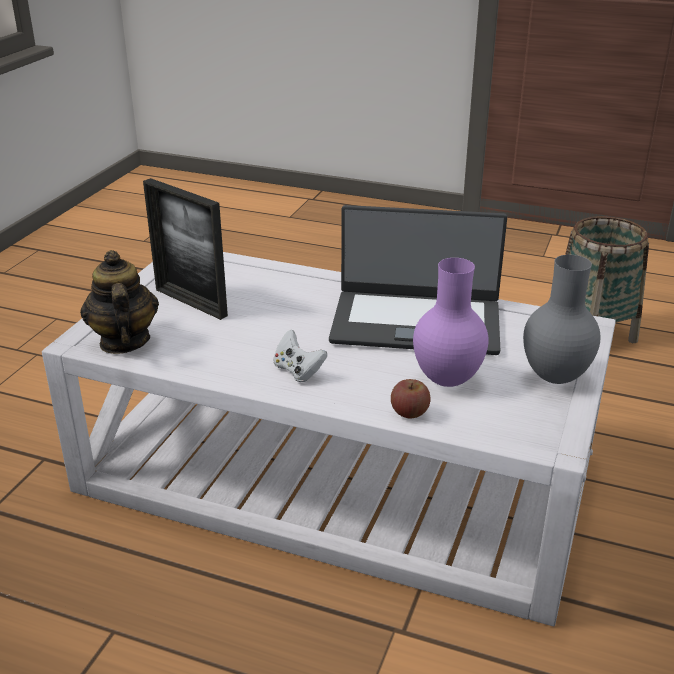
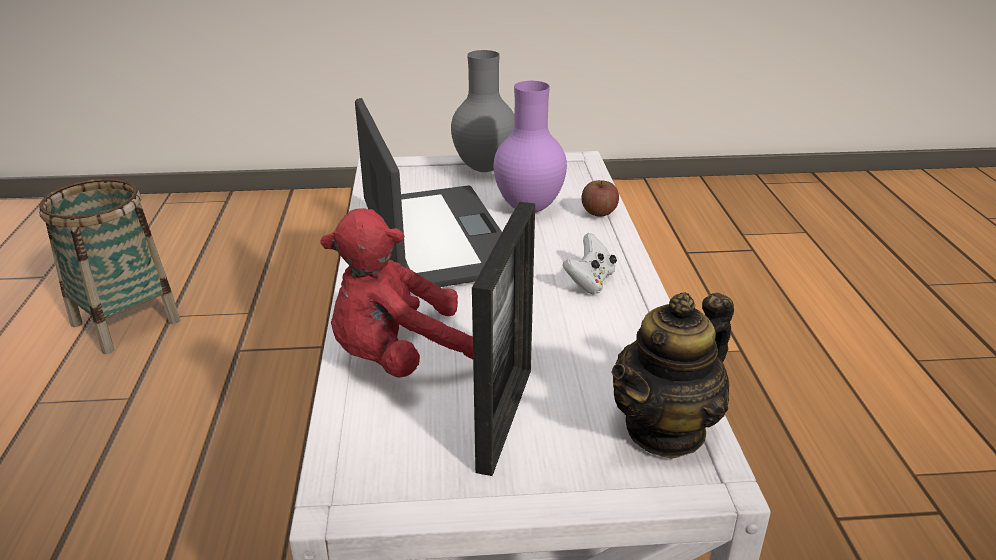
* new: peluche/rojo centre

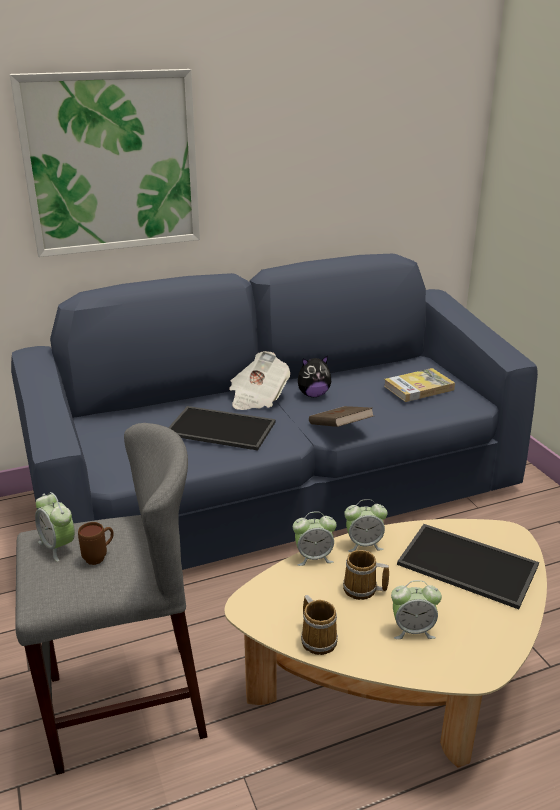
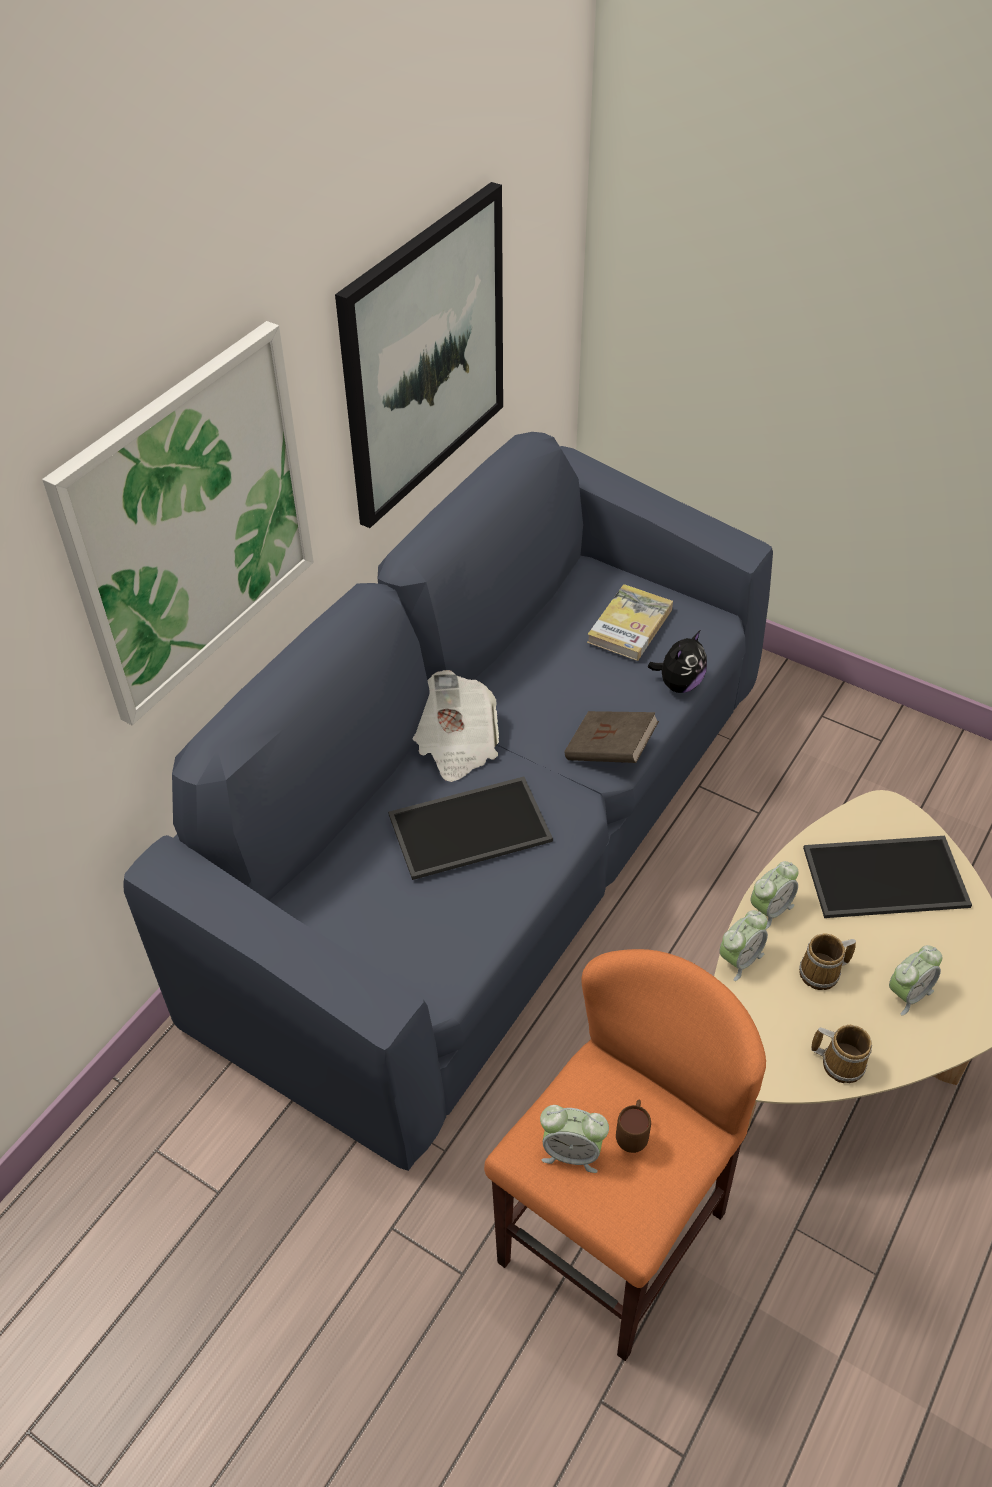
* shifted: peluche centre to middle right
* repainted: taburete/gris bottom left to taburete/naranja bottom centre
* new: cuadro (no. 2 from left) top centre

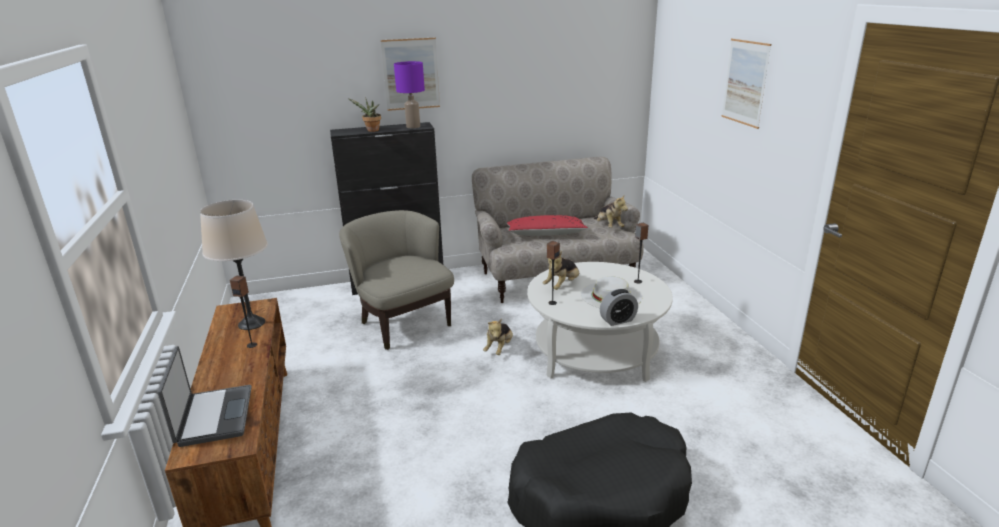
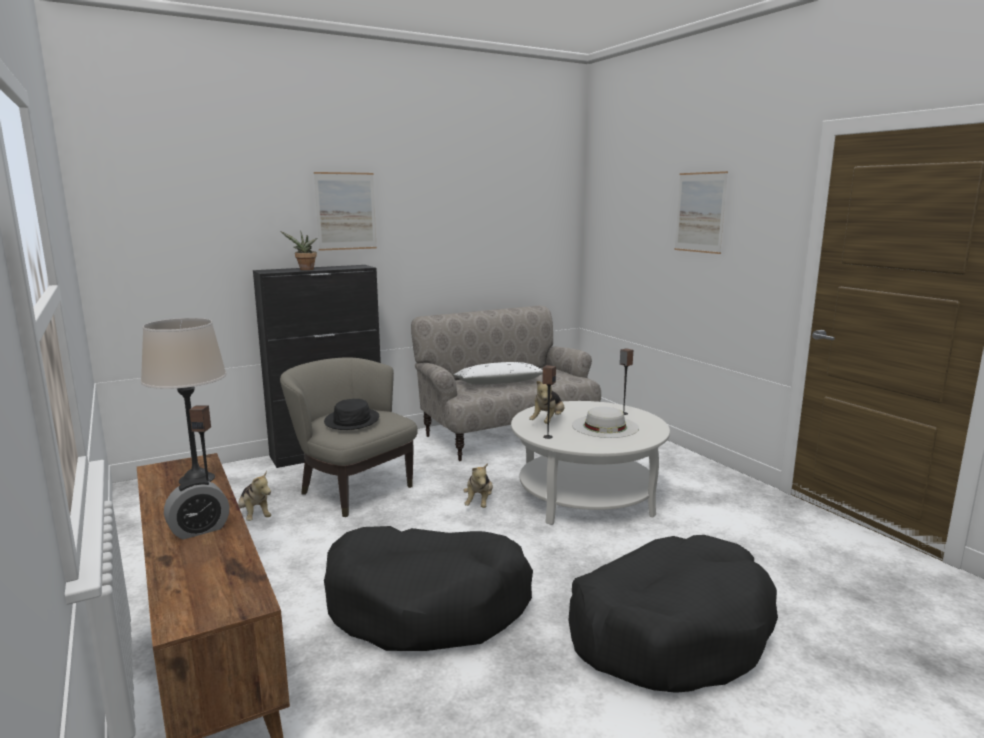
* gone: lámpara de mesa/morado top centre
* shifted: peluche (no. 3 from left in the first image) centre to peluche (no. 1 from left) bottom left
* repainted: cojín/rojo centre to cojín/blanco centre
* shifted: despertador centre to bottom left
* gone: portátil bottom left
* new: sombrero/negro centre
* new: cama para perro/negro (no. 1 from left) bottom centre

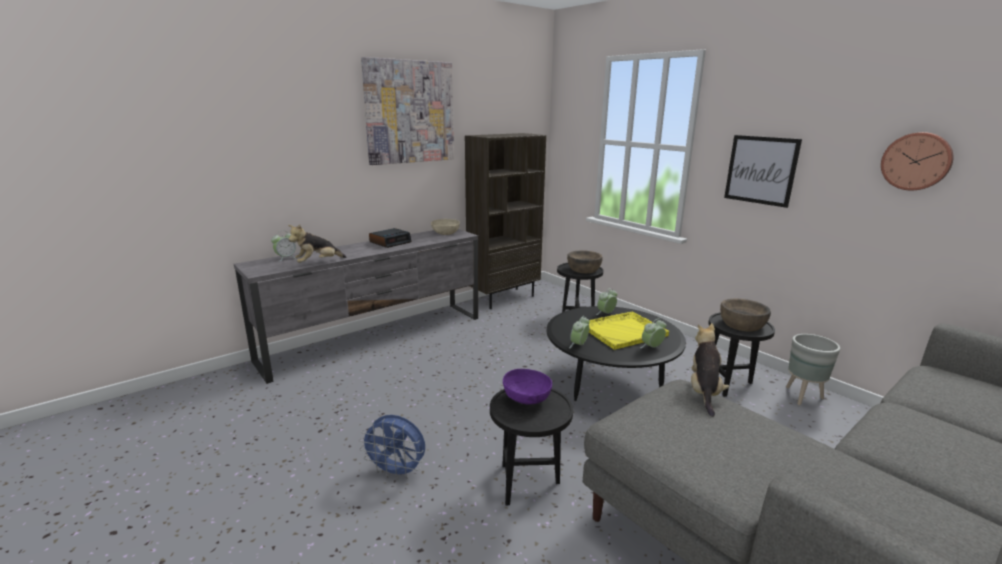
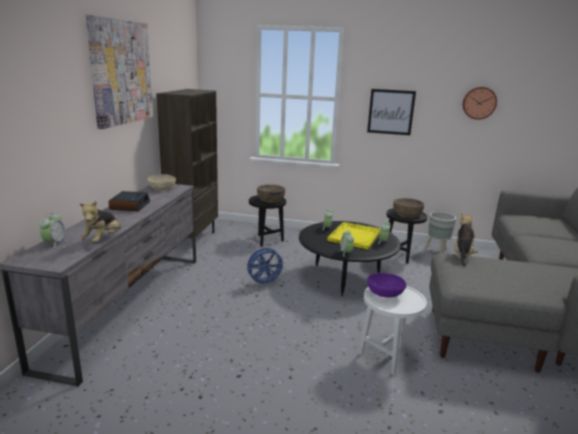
* rotated: peluche (no. 2 from left) middle right = middle right 45 degrees clockwise
* repainted: mesa auxiliar/negro (no. 1 from left) bottom centre to mesa auxiliar/blanco bottom right
* shifted: ventilador/azul bottom centre to centre

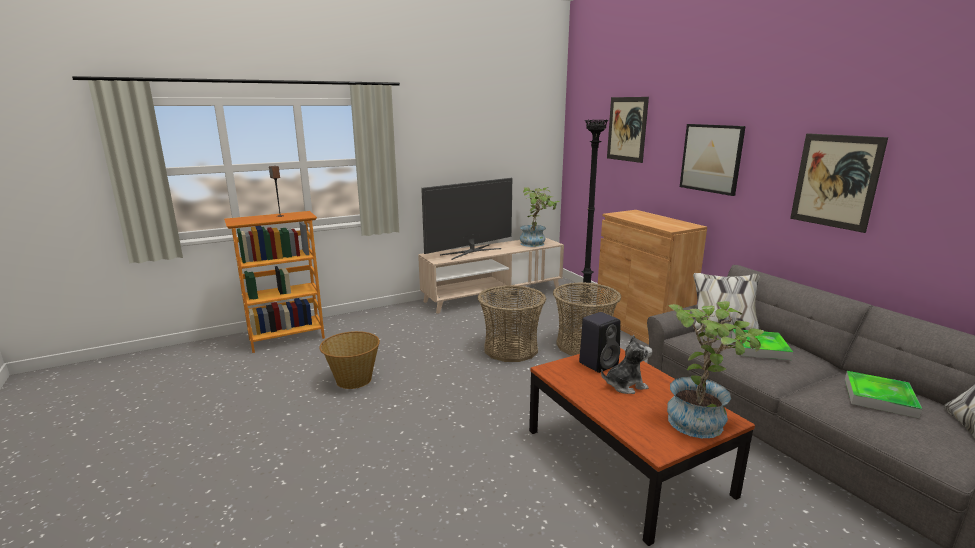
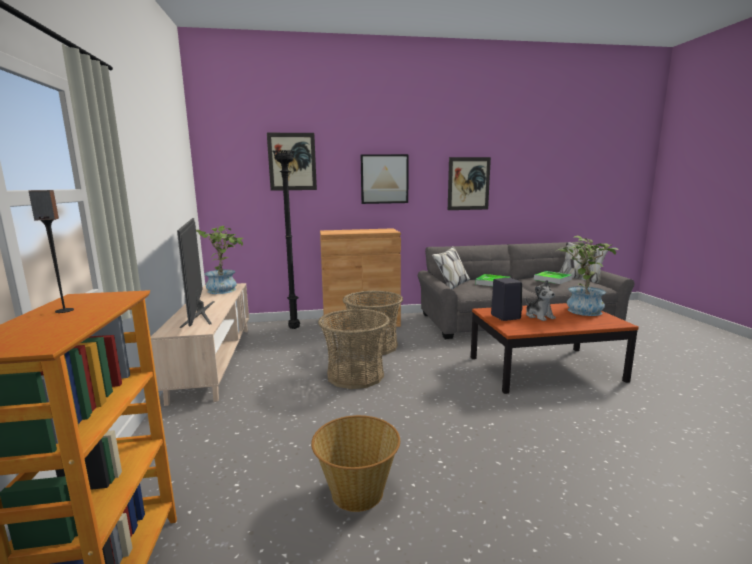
* rotated: peluche centre = middle right 150 degrees clockwise

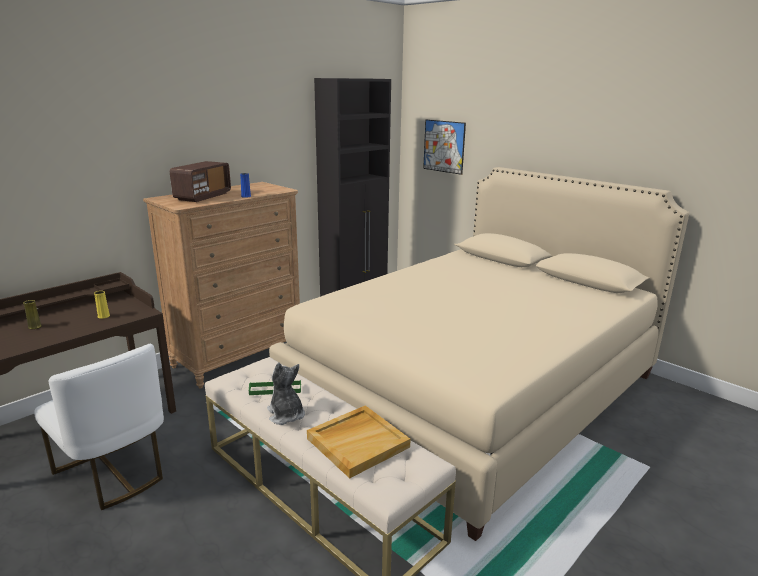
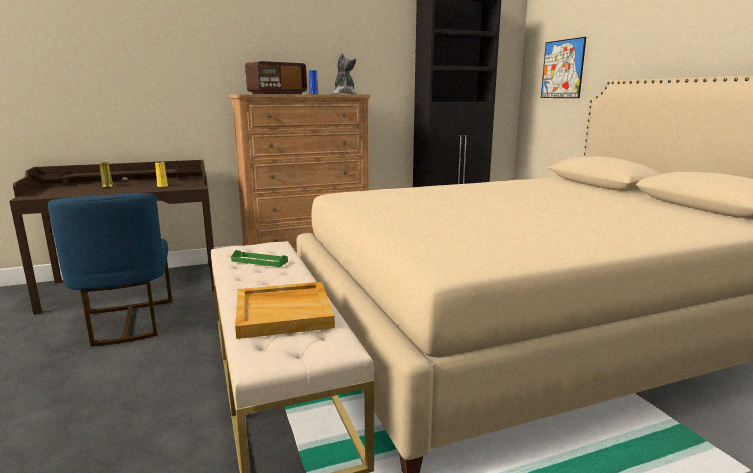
* repainted: silla/blanco bottom left to silla/azul middle left
* shifted: peluche bottom centre to top centre

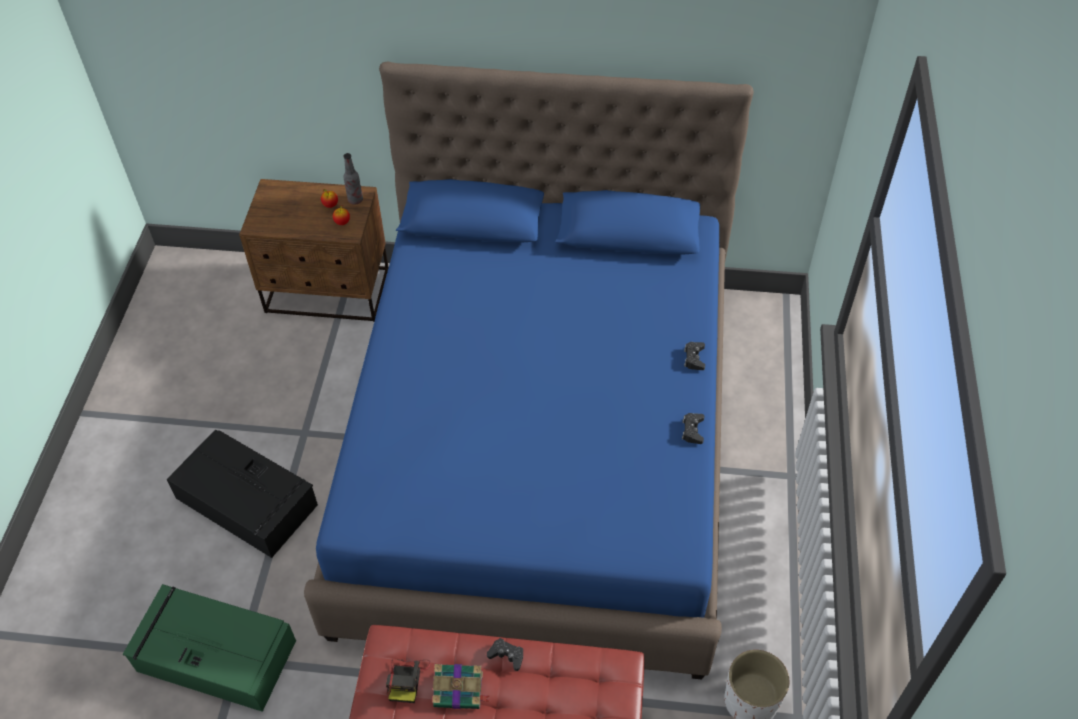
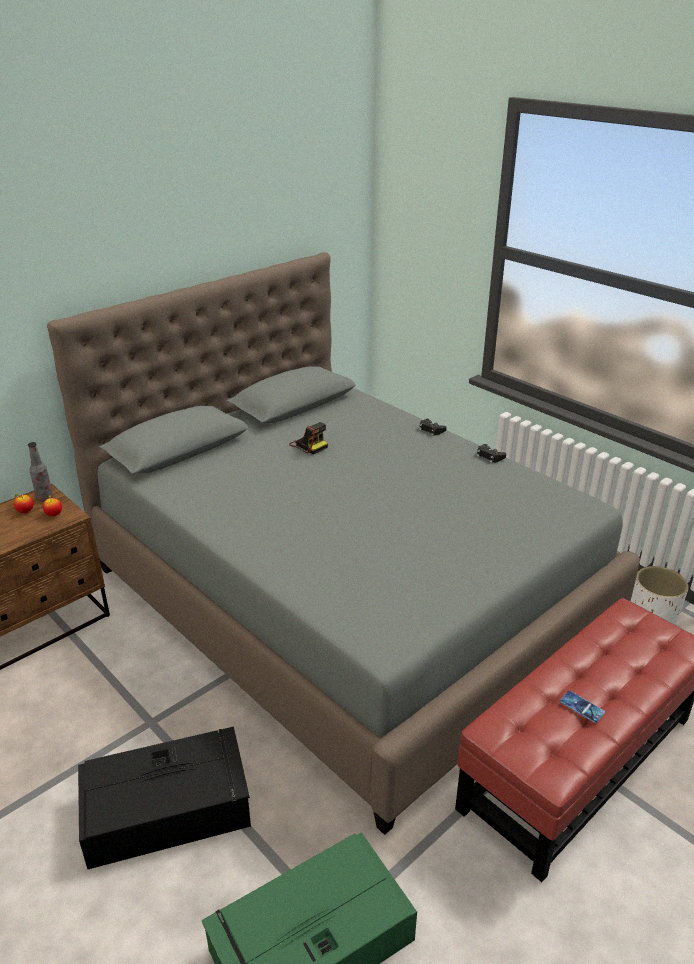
* repainted: cama/azul centre to cama/gris centre
* gone: mando de consola/negro (no. 1 from left) bottom centre
* shifted: cámara bottom centre to centre
* swapped: libro bottom centre to móvil bottom right

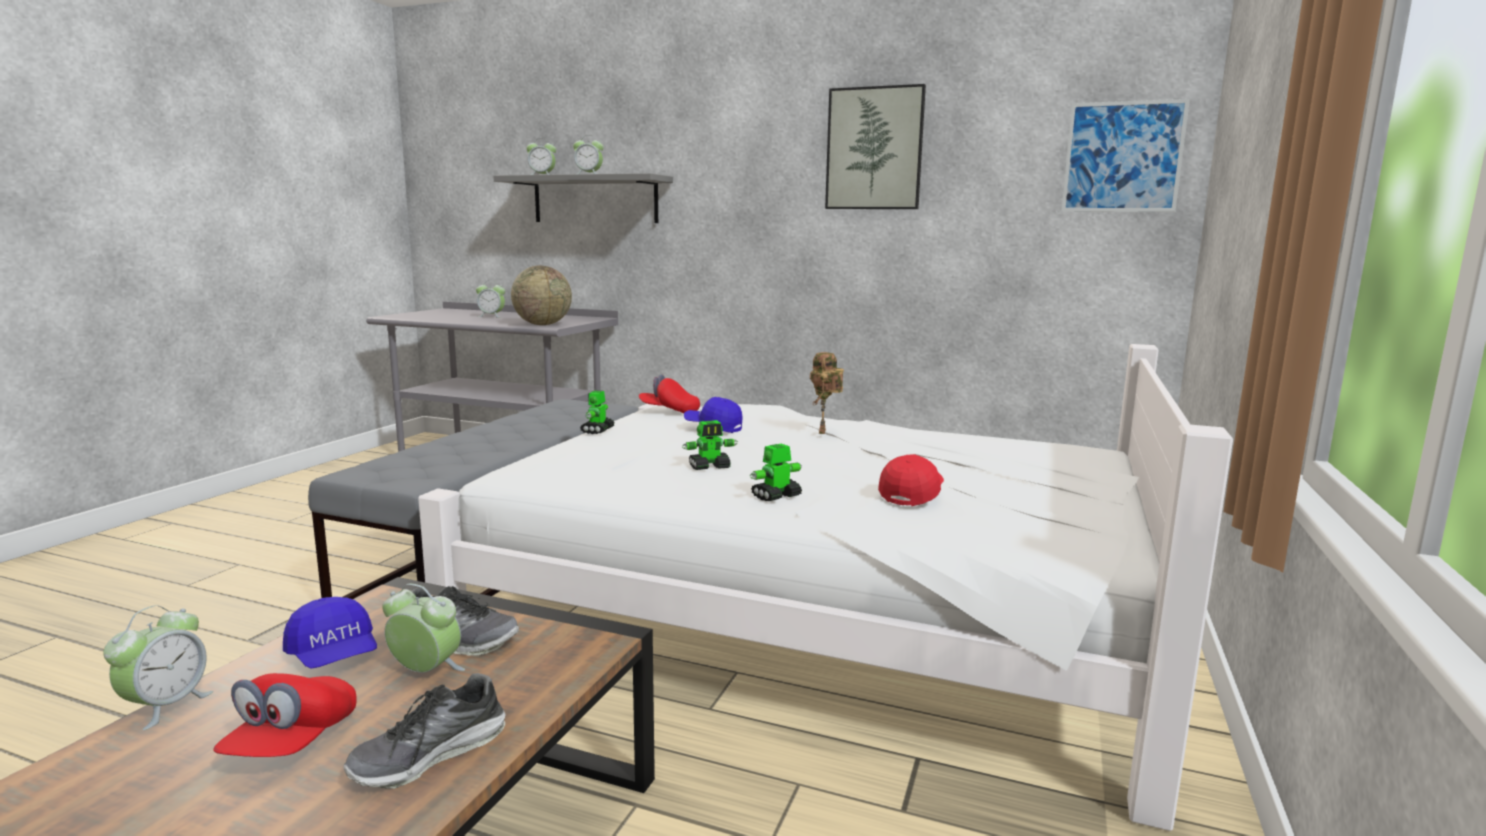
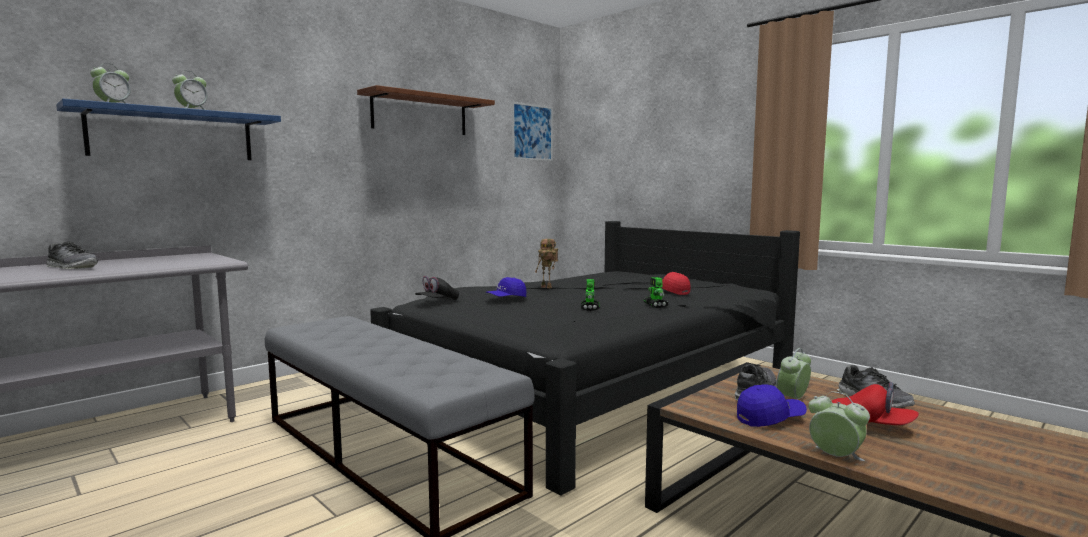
* swapped: cuadro (no. 1 from left) top centre to estante/marrón top centre
* repainted: estante/gris top centre to estante/azul top left
* gone: globo terráqueo centre
* swapped: despertador (no. 3 from left) middle left to zapato (no. 1 from left) middle left
* repainted: cama/blanco bottom centre to cama/negro bottom centre
* repainted: gorra/rojo (no. 2 from left) centre to gorra/negro centre
* gone: robot de juguete (no. 1 from left) centre

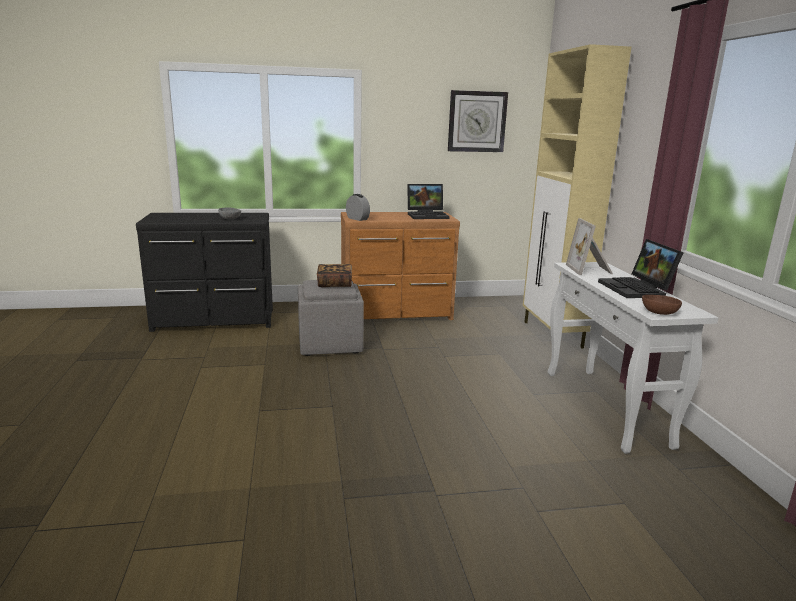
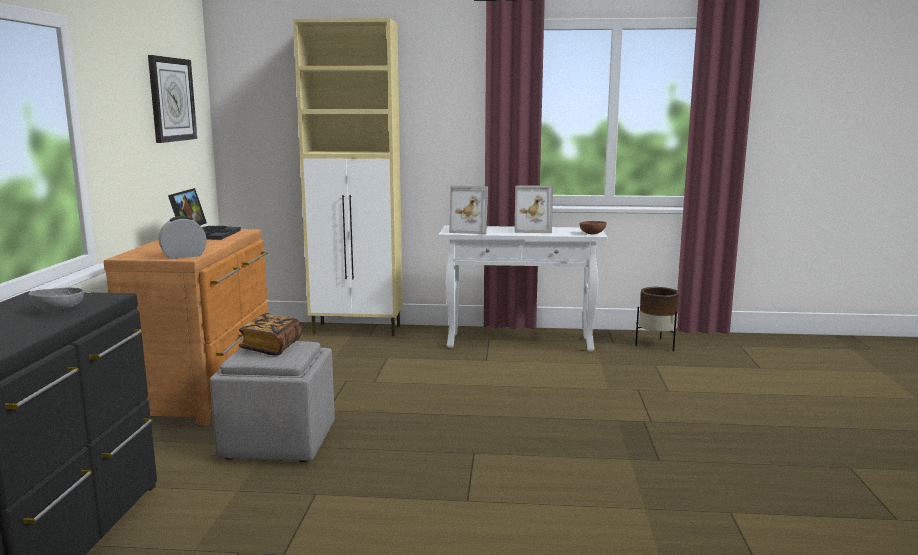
* swapped: portátil (no. 2 from left) middle right to portarretratos (no. 2 from left) centre
* new: maceta/marrón middle right

